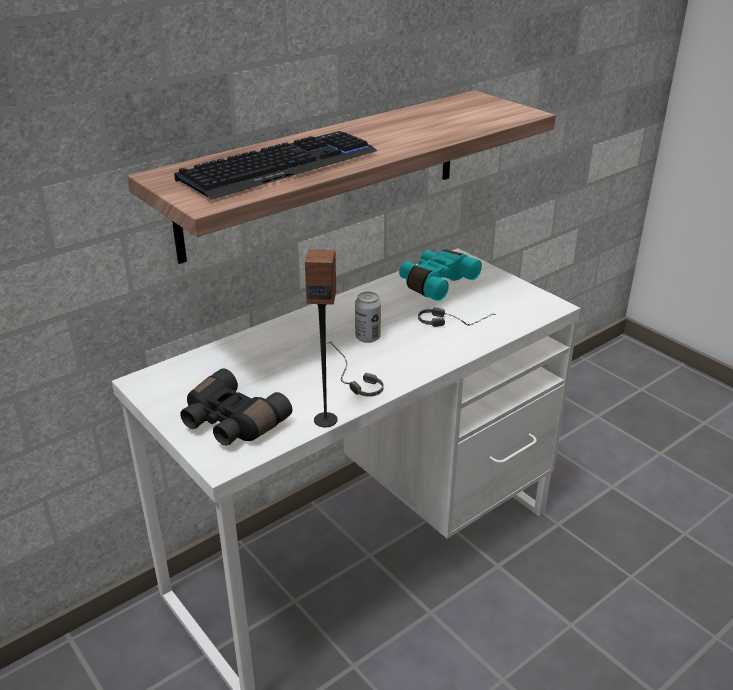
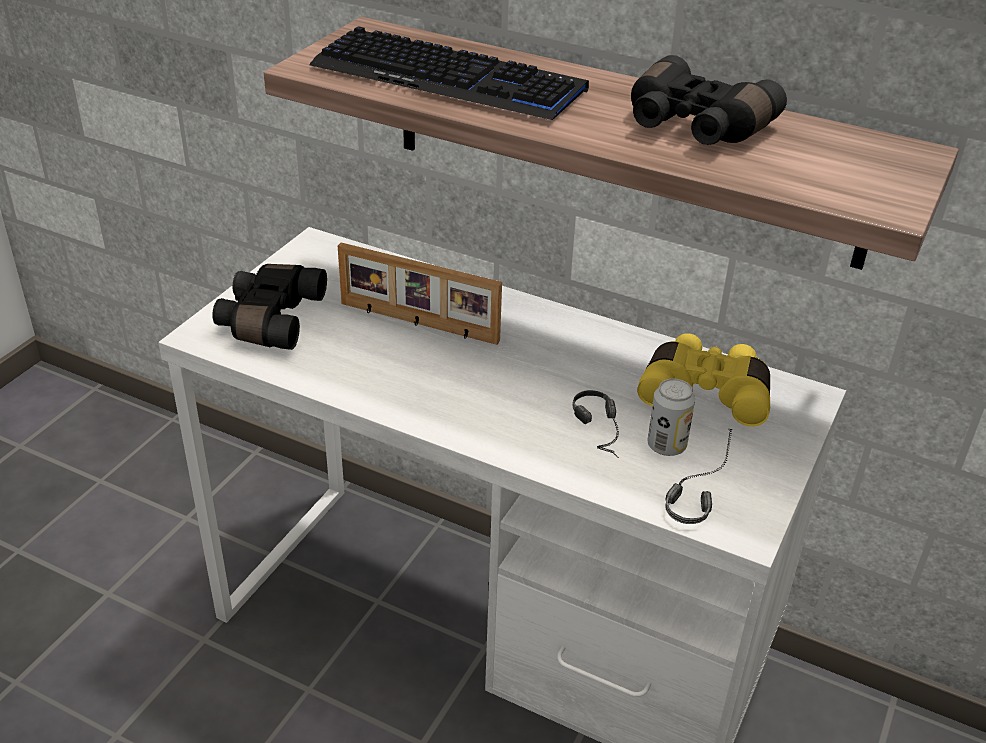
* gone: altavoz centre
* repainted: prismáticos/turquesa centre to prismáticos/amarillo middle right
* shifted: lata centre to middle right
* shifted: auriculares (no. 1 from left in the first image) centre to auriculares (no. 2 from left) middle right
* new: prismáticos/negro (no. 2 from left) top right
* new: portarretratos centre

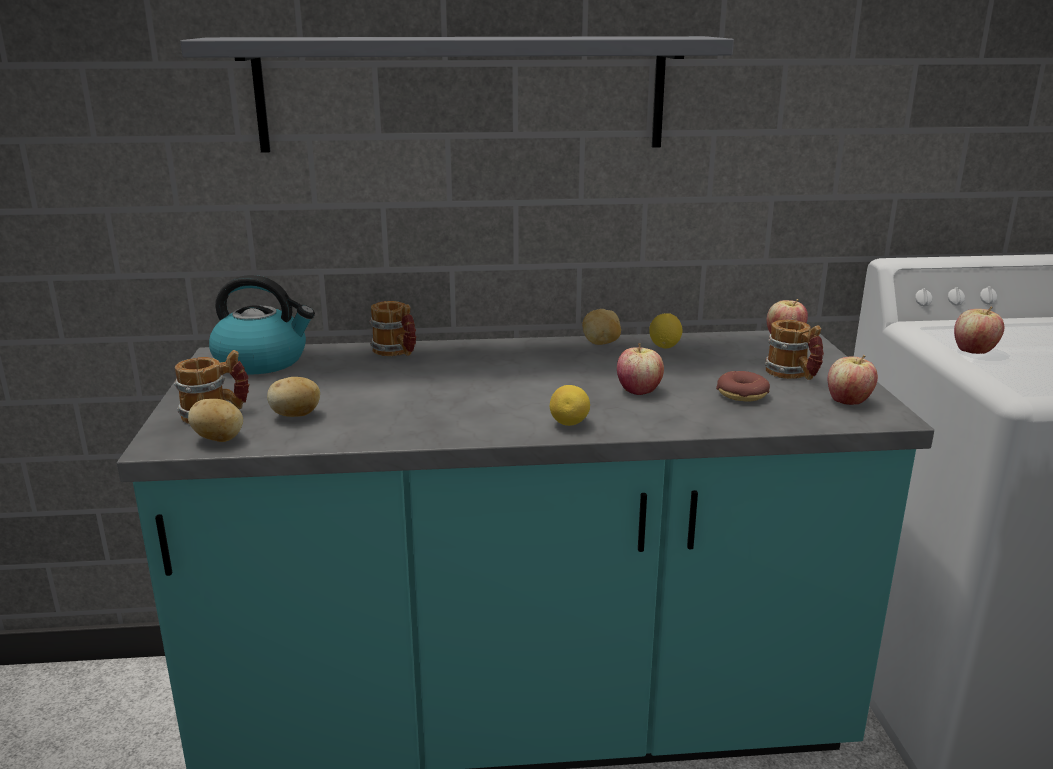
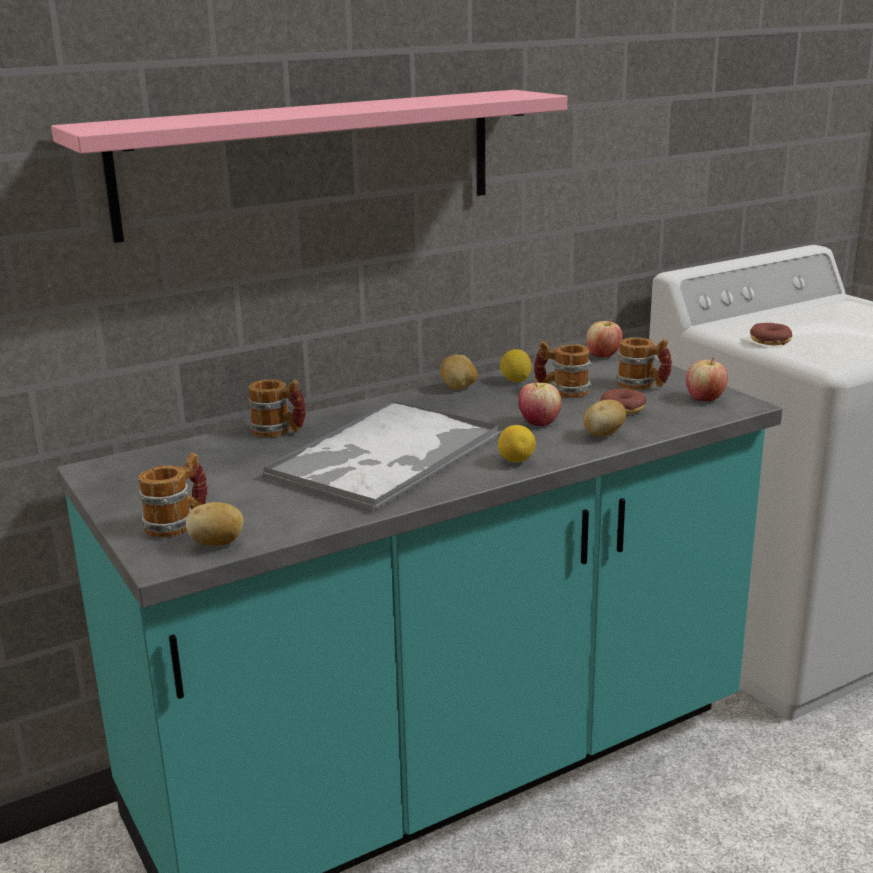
* repainted: estante/gris top centre to estante/rosa top centre
* gone: hervidor middle left
* swapped: manzana (no. 4 from left) middle right to rosquilla (no. 2 from left) middle right
* shifted: patata (no. 2 from left in the first image) middle left to patata (no. 3 from left) middle right
* new: taza grande (no. 3 from left) centre
* new: bandeja centre

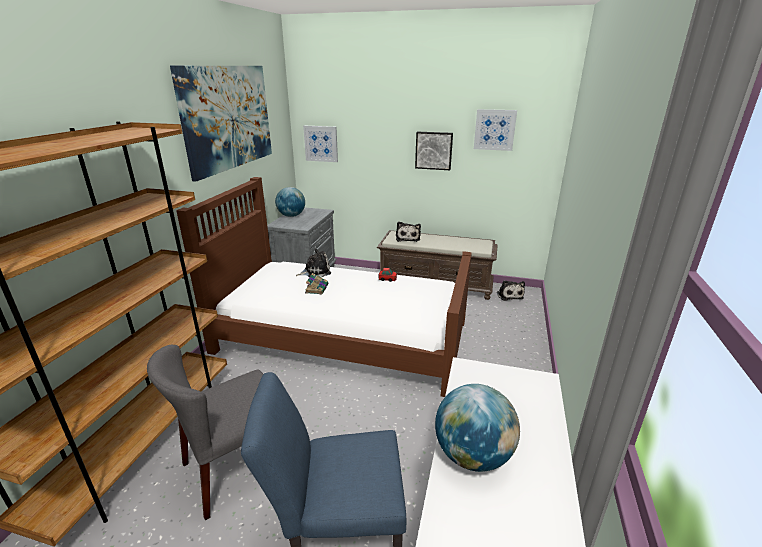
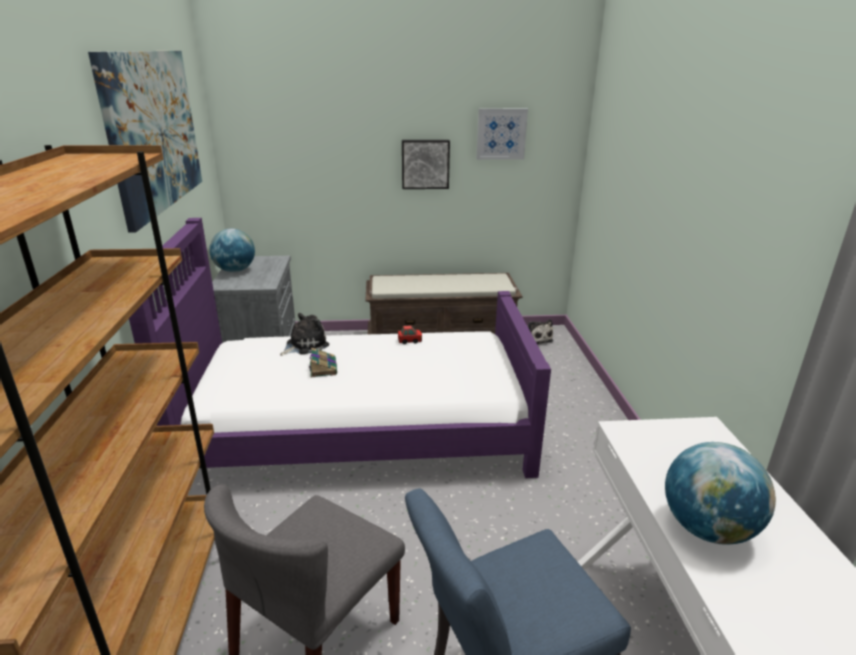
* gone: cuadro (no. 2 from left) top centre
* repainted: cama/marrón centre to cama/morado centre
* gone: peluche (no. 2 from left) centre

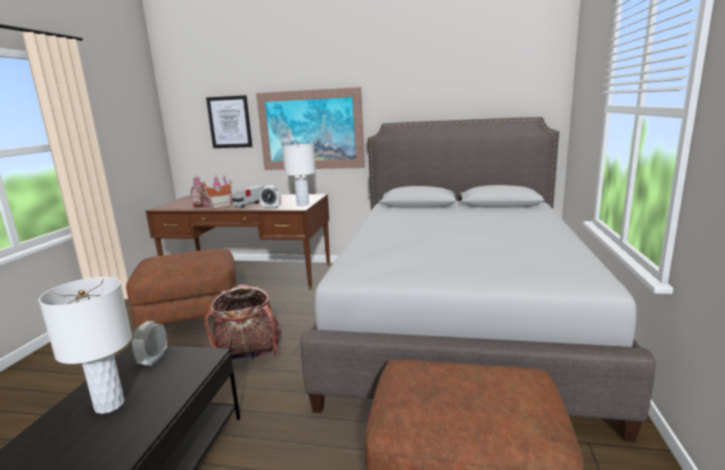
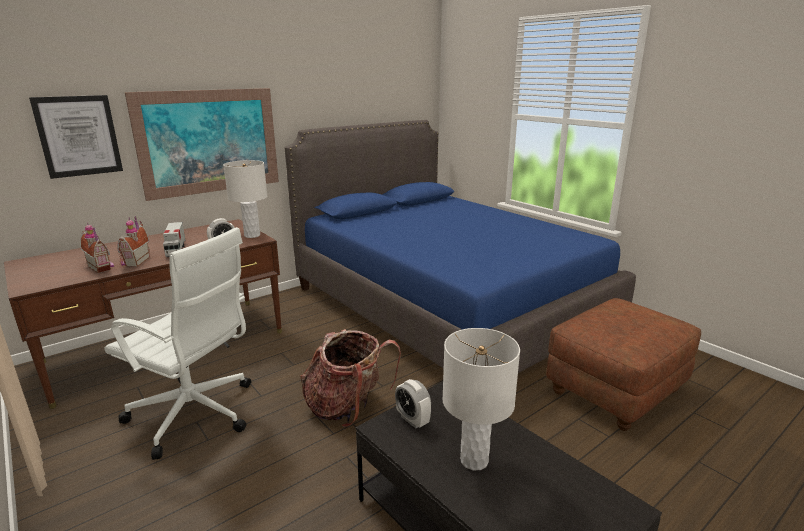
* repainted: cama/gris centre to cama/azul centre
* swapped: puf/marrón (no. 1 from left) middle left to silla de oficina/blanco middle left

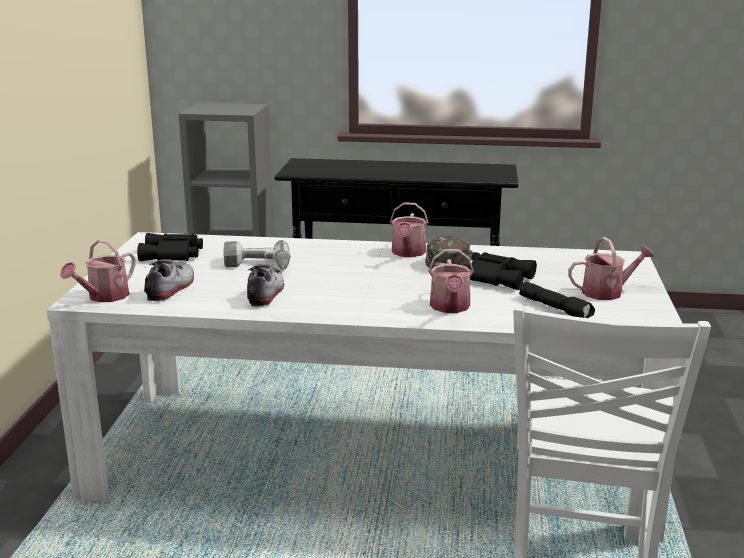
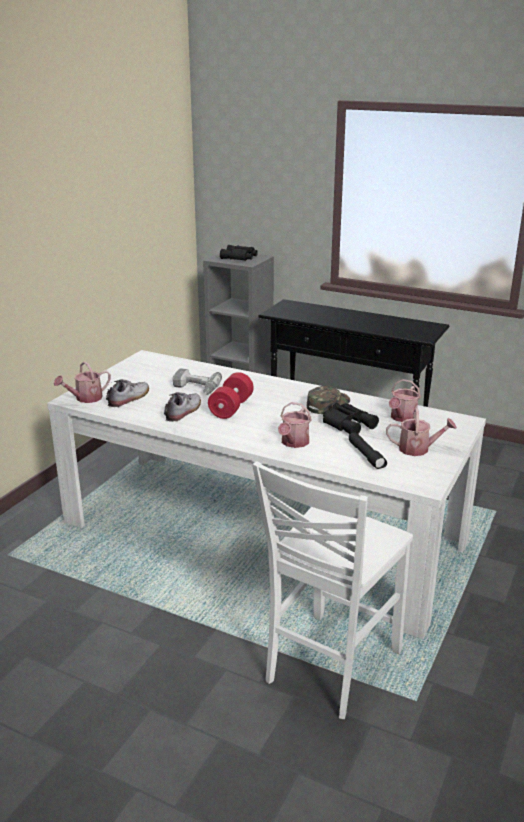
* shifted: regadera (no. 2 from left in the first image) centre to regadera (no. 3 from left) middle right
* shifted: prismáticos/negro (no. 1 from left) middle left to top centre
* new: mancuerna/rojo centre

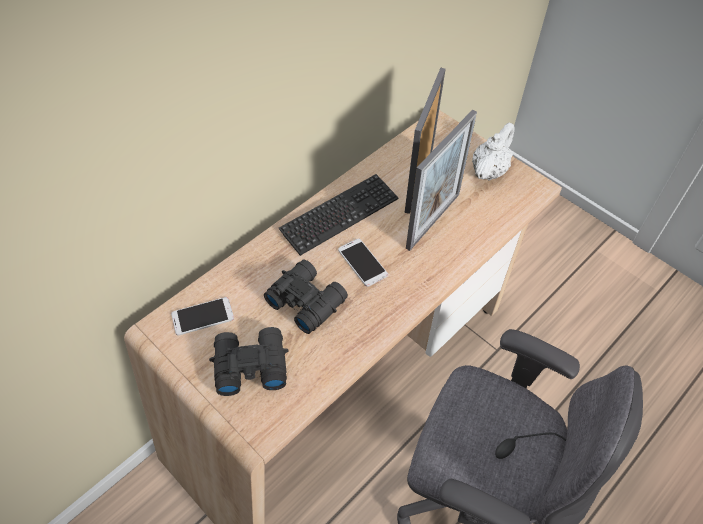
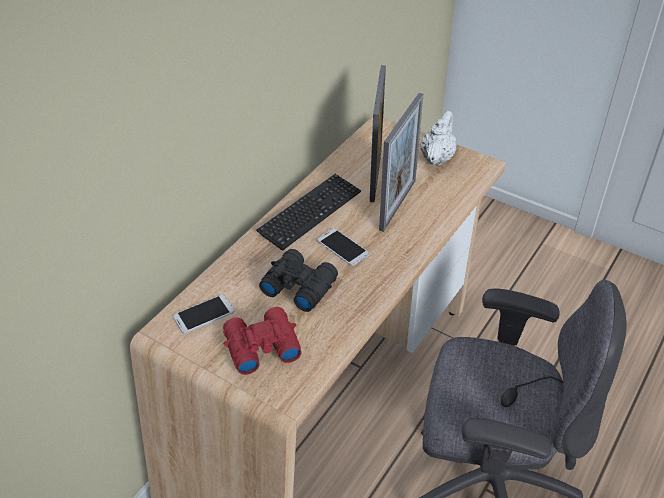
* repainted: prismáticos/negro (no. 1 from left) bottom centre to prismáticos/rojo bottom centre

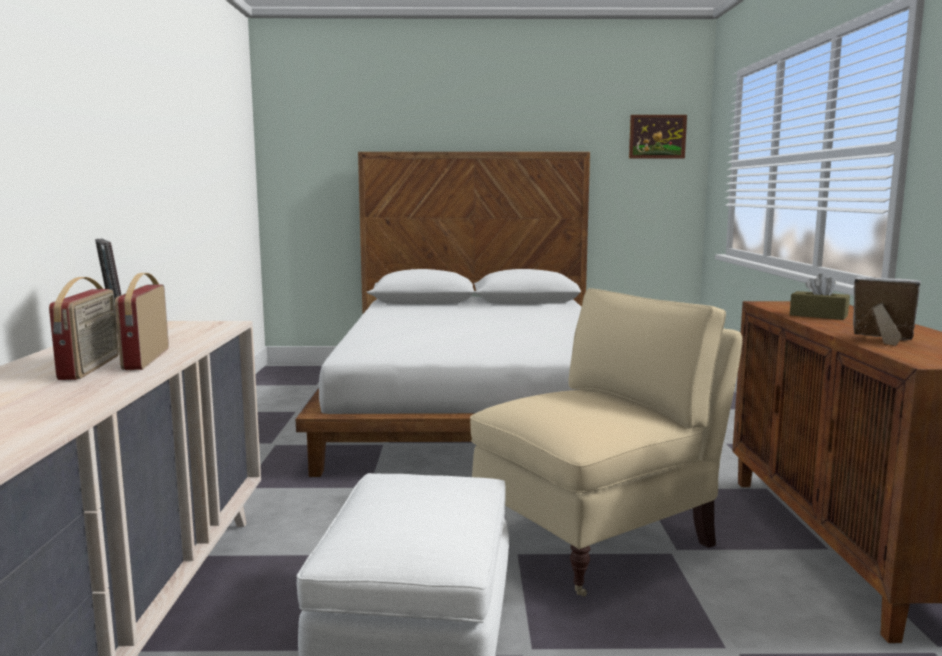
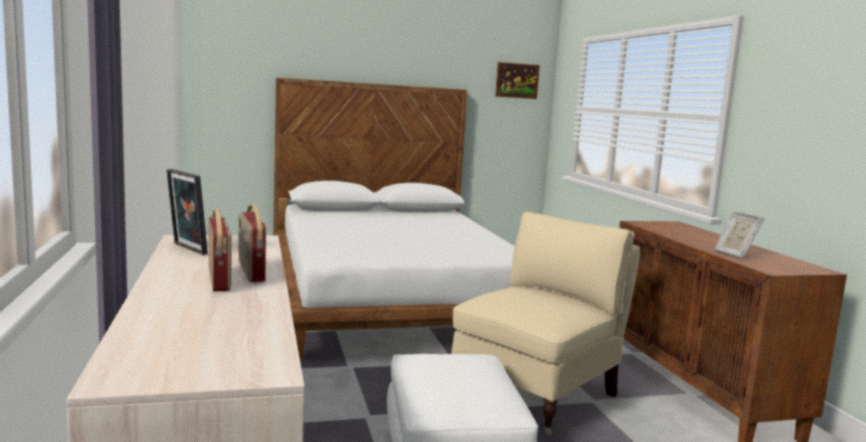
* gone: caja de pañuelos/marrón middle right
* rotated: portarretratos (no. 2 from left) middle right = middle right 135 degrees counterclockwise

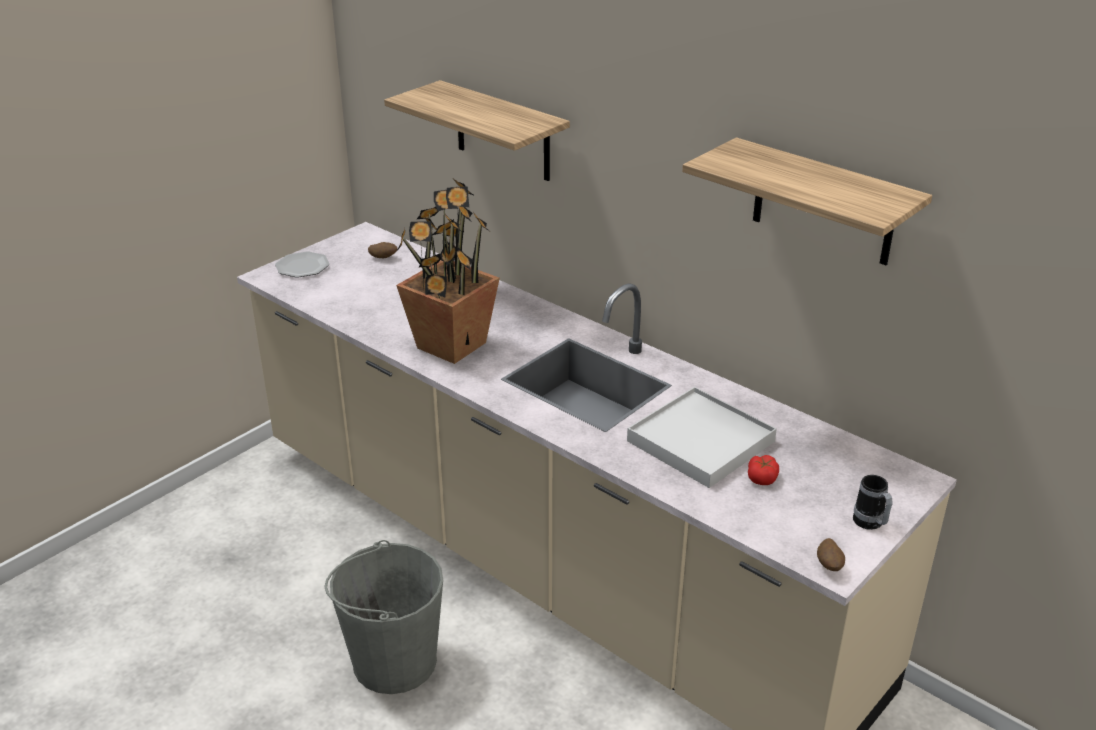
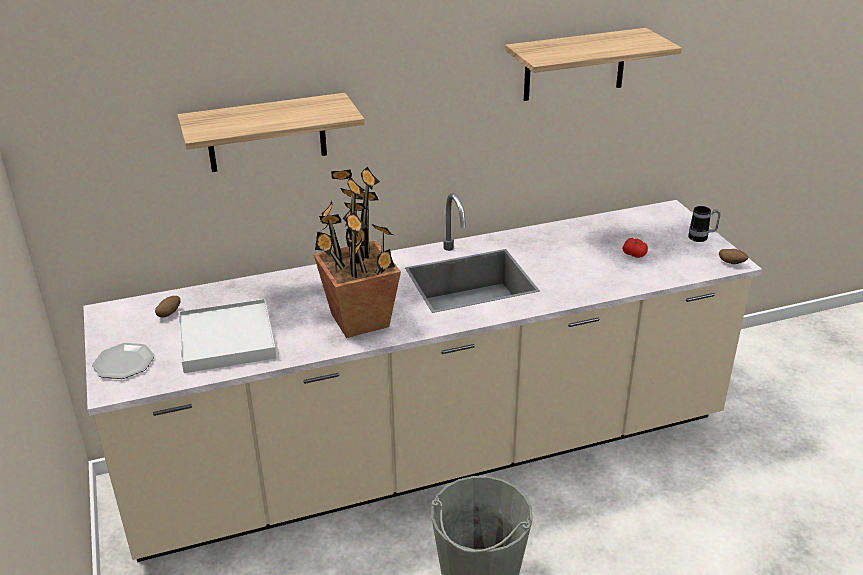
* shifted: bandeja/blanco centre to middle left

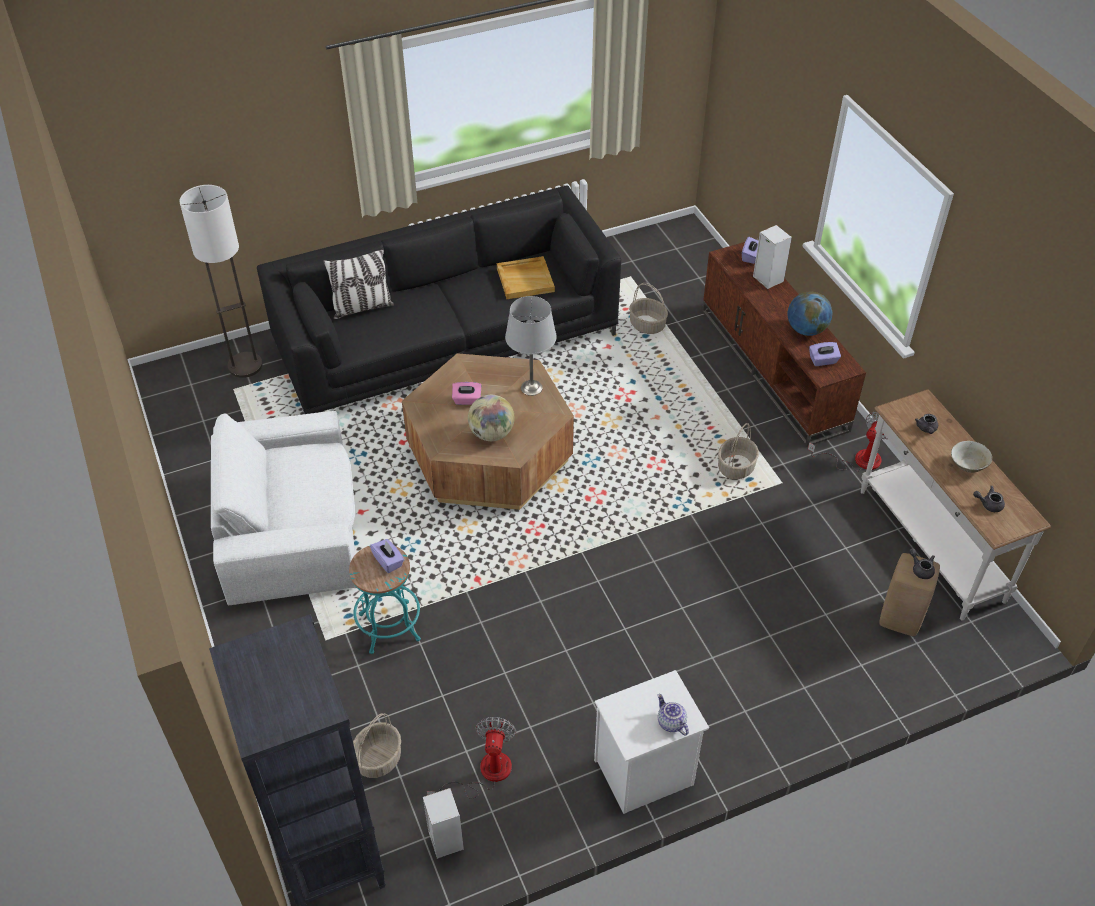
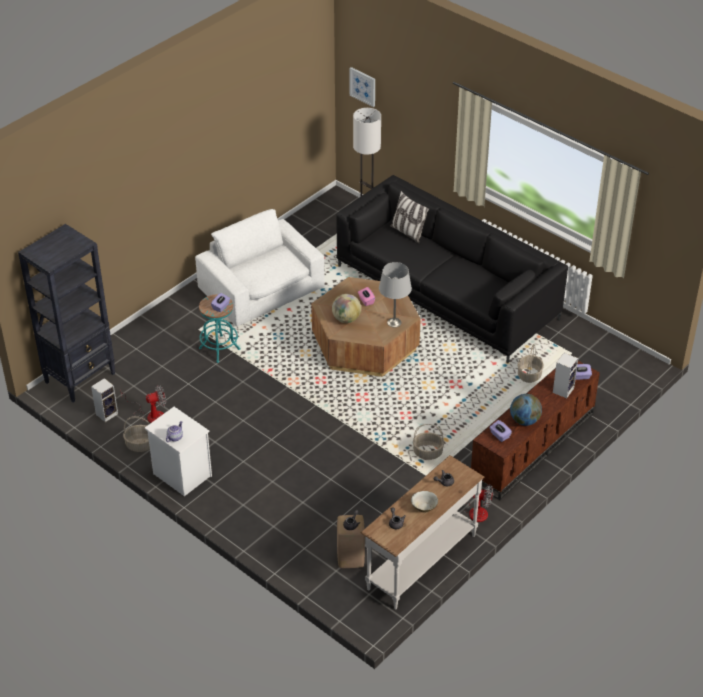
* gone: bandeja/beis top centre
* shifted: cesta (no. 1 from left) bottom centre to middle left
* new: cuadro top centre

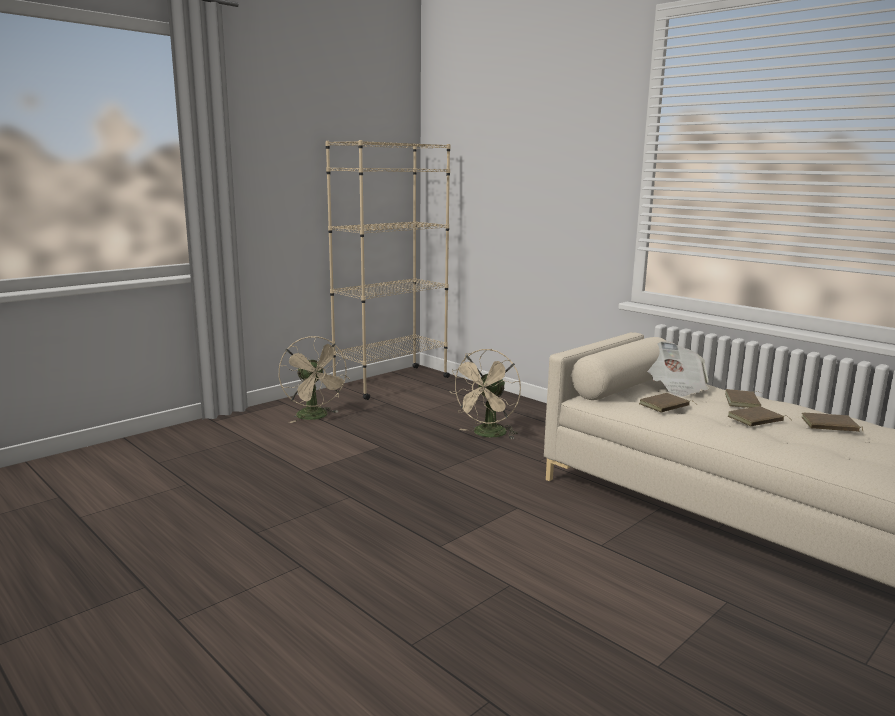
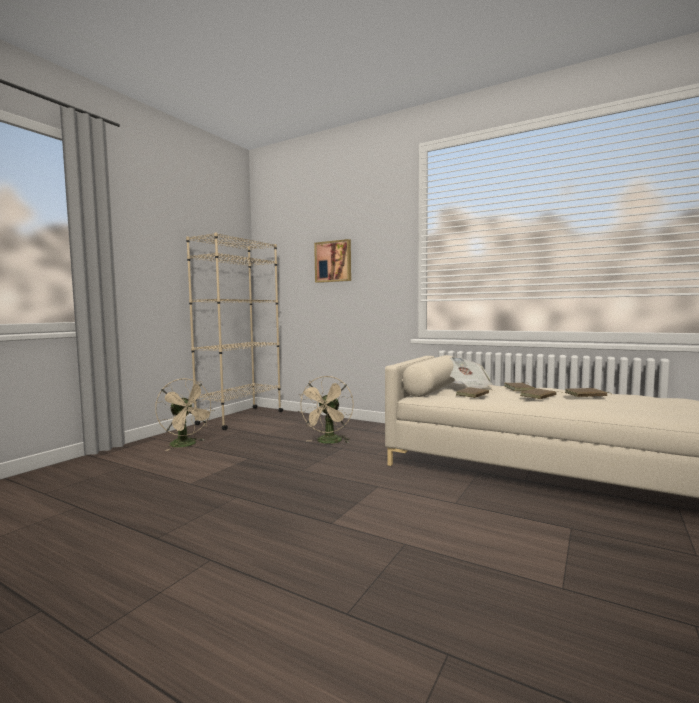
* new: cuadro centre

